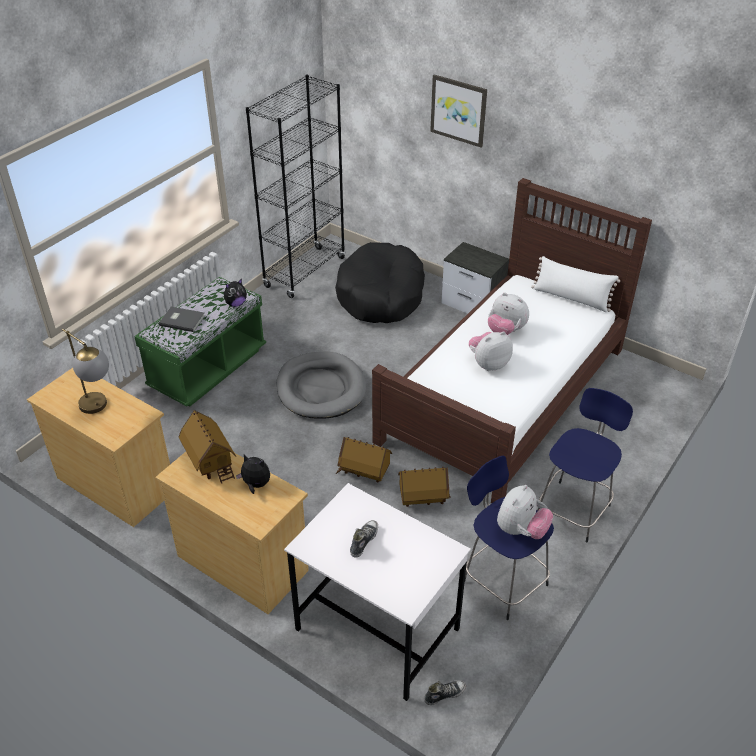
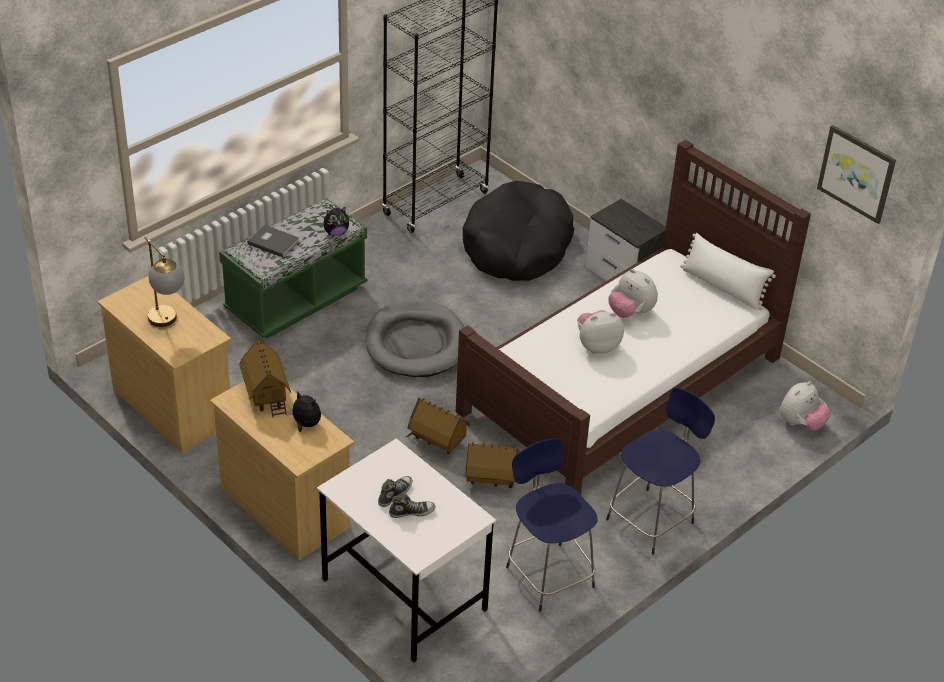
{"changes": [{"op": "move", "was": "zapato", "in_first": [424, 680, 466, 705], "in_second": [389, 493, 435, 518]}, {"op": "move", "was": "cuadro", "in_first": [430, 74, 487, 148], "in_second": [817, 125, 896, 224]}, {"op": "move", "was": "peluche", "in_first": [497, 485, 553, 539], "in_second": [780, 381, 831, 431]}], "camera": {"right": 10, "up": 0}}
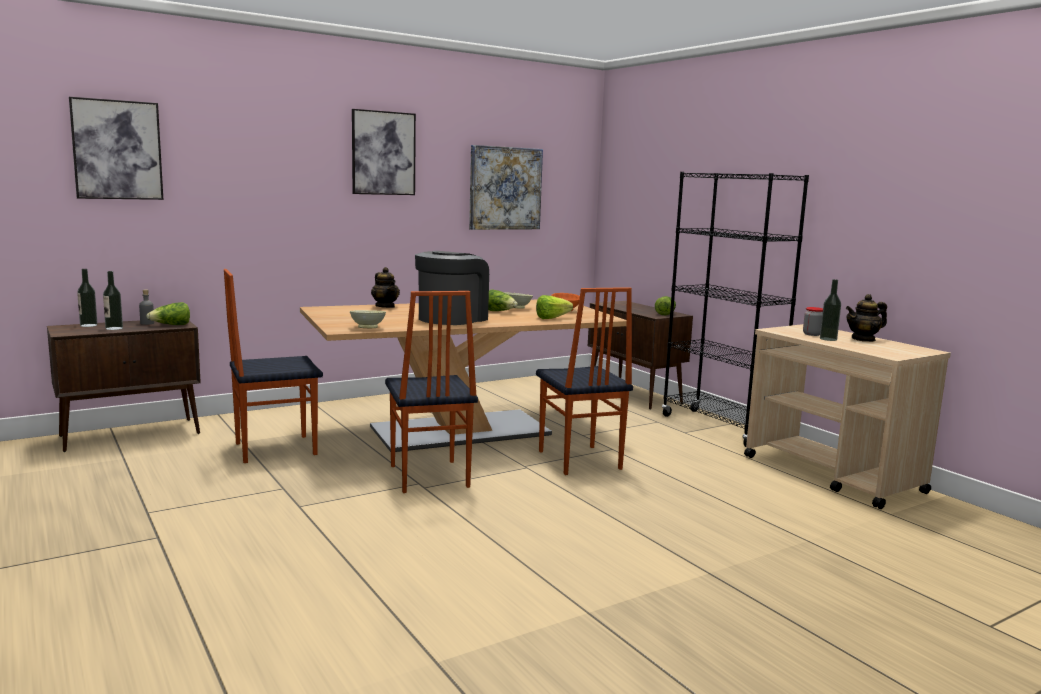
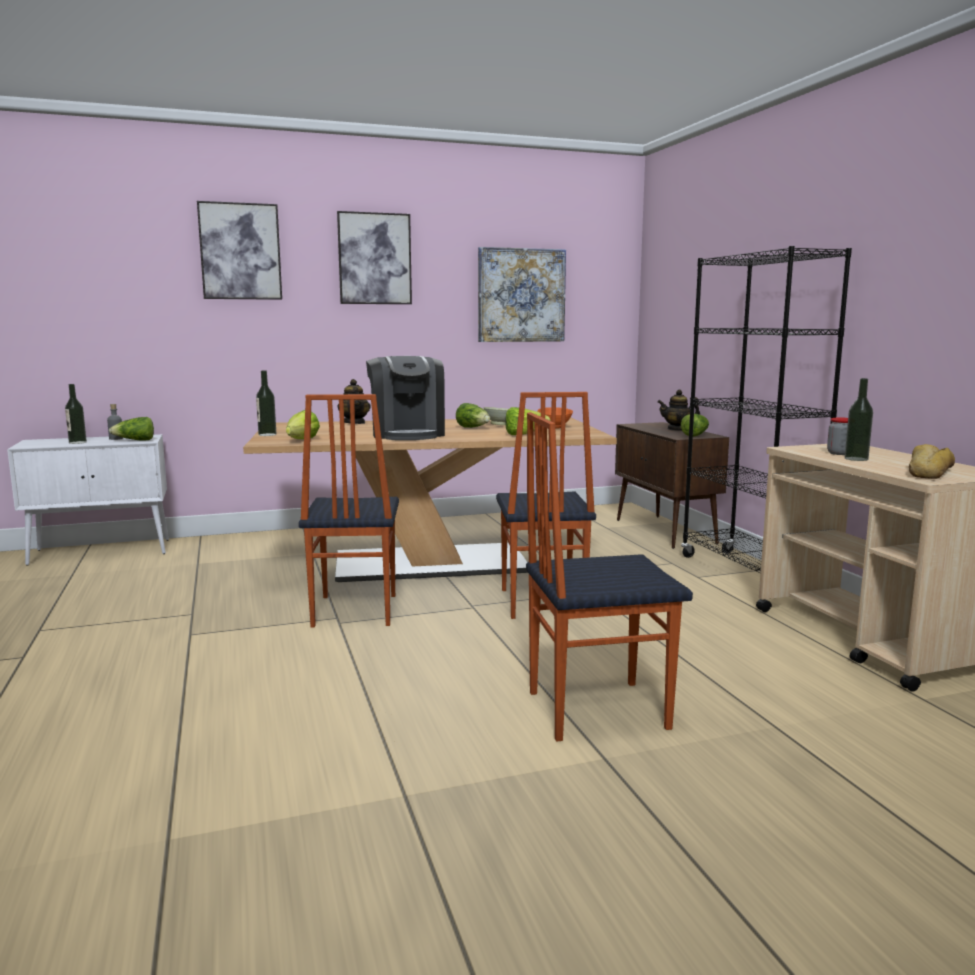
{"changes": [{"op": "recolor", "was": "armario (marrón)", "now": "armario (blanco)", "in_first": [47, 320, 201, 452], "in_second": [7, 434, 169, 566]}, {"op": "move", "was": "cuadro", "in_first": [69, 97, 163, 200], "in_second": [197, 201, 282, 300]}, {"op": "move", "was": "botella", "in_first": [77, 269, 98, 327], "in_second": [256, 370, 277, 436]}, {"op": "move", "was": "silla", "in_first": [224, 269, 323, 463], "in_second": [526, 412, 693, 741]}, {"op": "replace", "was": "cuenco (beis)", "now": "lechuga", "in_first": [350, 310, 386, 328], "in_second": [286, 410, 320, 439]}, {"op": "rotate", "was": "cafetera", "in_first": [415, 251, 489, 325], "in_second": [366, 356, 445, 440], "clockwise": 120}, {"op": "move", "was": "tetera", "in_first": [846, 294, 887, 342], "in_second": [657, 390, 700, 431]}, {"op": "insert", "now": "pan", "in_second": [909, 444, 955, 479]}], "camera": {"right": 15, "up": 0}}
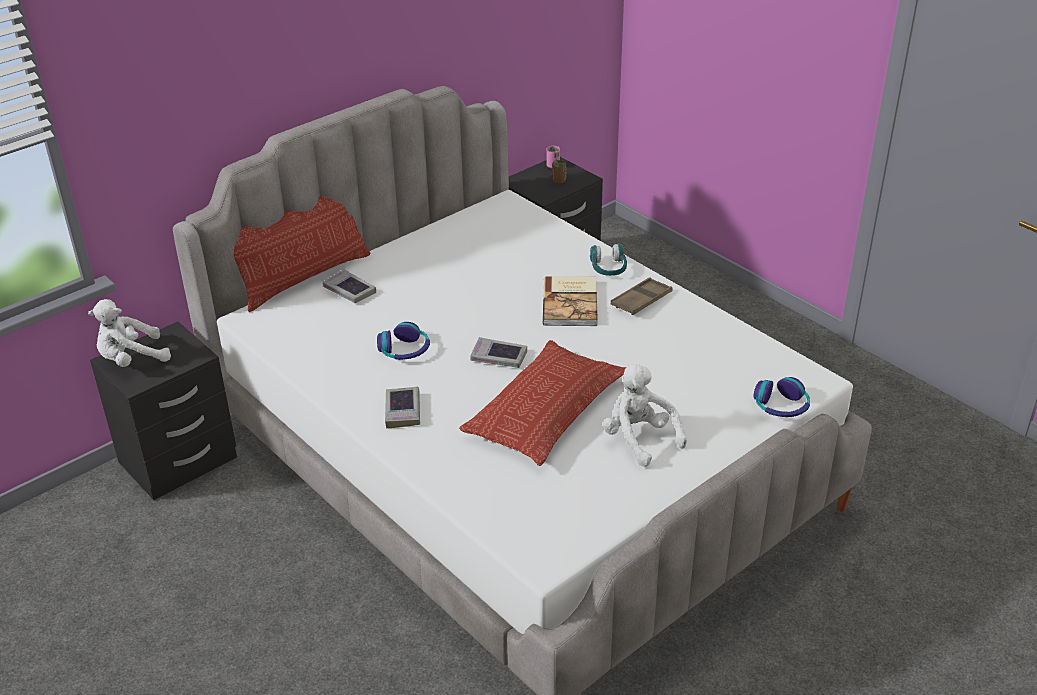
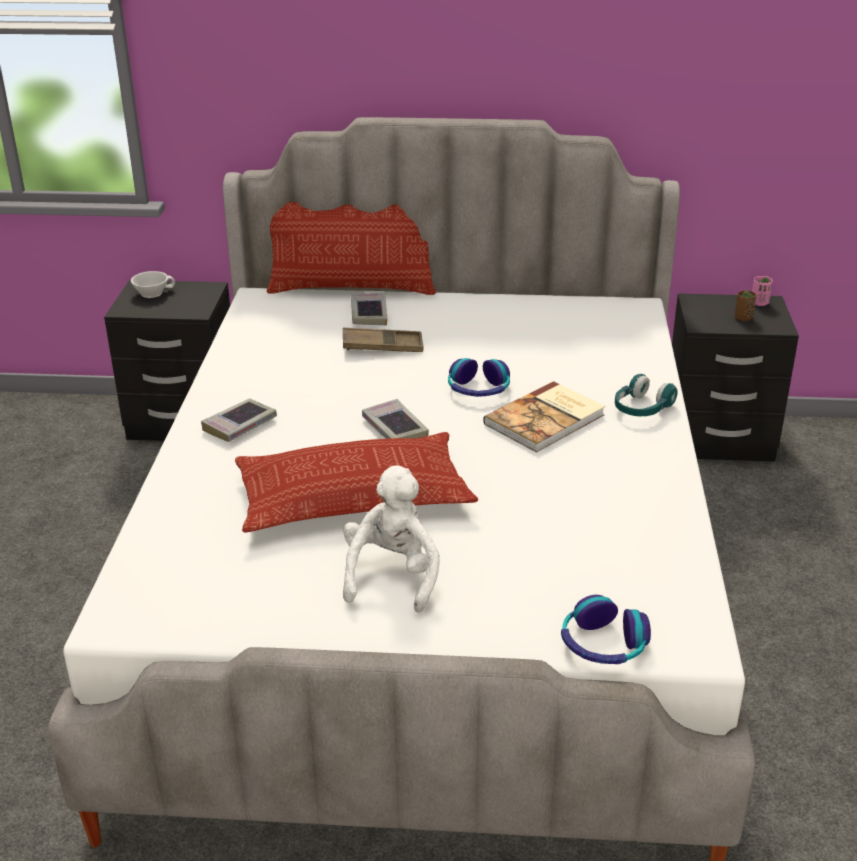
{"changes": [{"op": "replace", "was": "peluche (blanco)", "now": "taza (blanco)", "in_first": [88, 299, 171, 367], "in_second": [131, 271, 175, 298]}, {"op": "move", "was": "auriculares", "in_first": [377, 322, 430, 360], "in_second": [448, 358, 510, 397]}, {"op": "move", "was": "bandeja (marrón)", "in_first": [611, 278, 672, 315], "in_second": [343, 328, 424, 352]}], "camera": {"right": 45, "up": -5}}
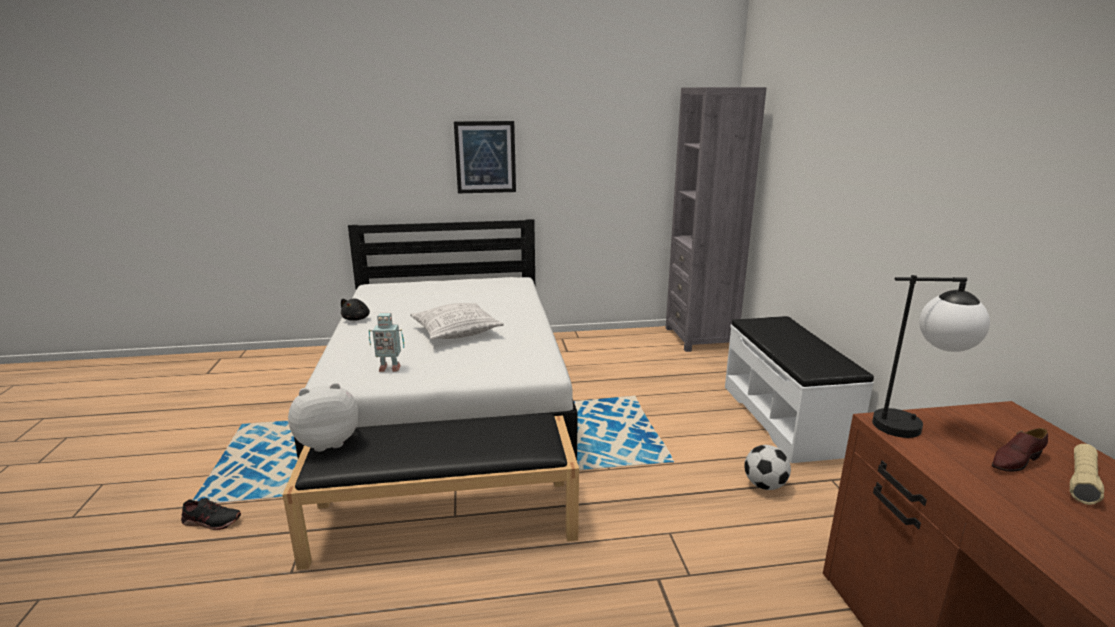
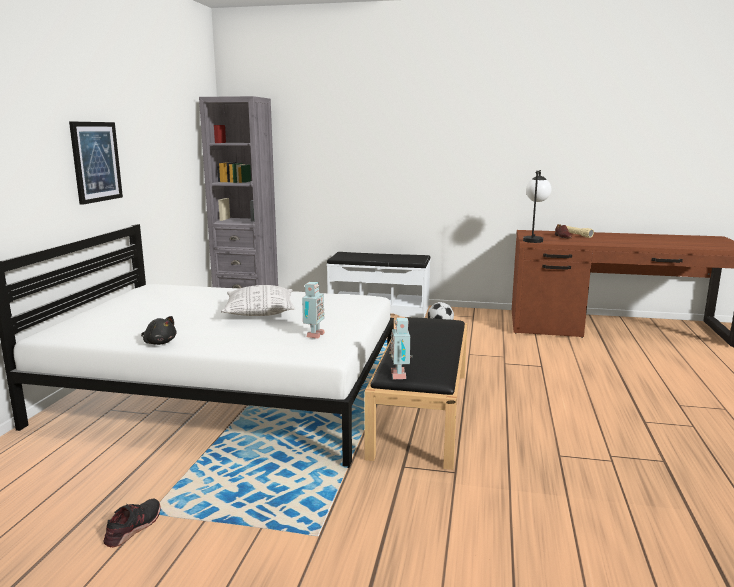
{"changes": [{"op": "move", "was": "zapato (negro)", "in_first": [181, 498, 241, 530], "in_second": [104, 499, 161, 547]}, {"op": "replace", "was": "peluche", "now": "robot de juguete", "in_first": [288, 383, 359, 452], "in_second": [389, 317, 412, 380]}], "camera": {"right": -70, "up": -5}}
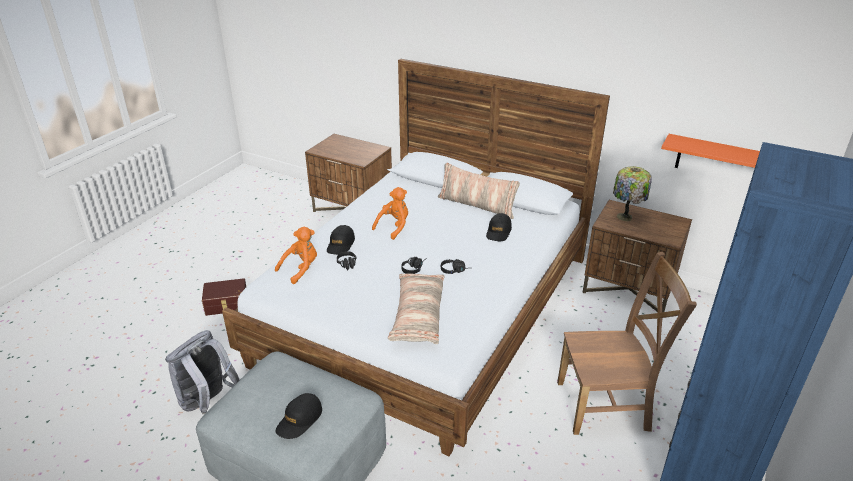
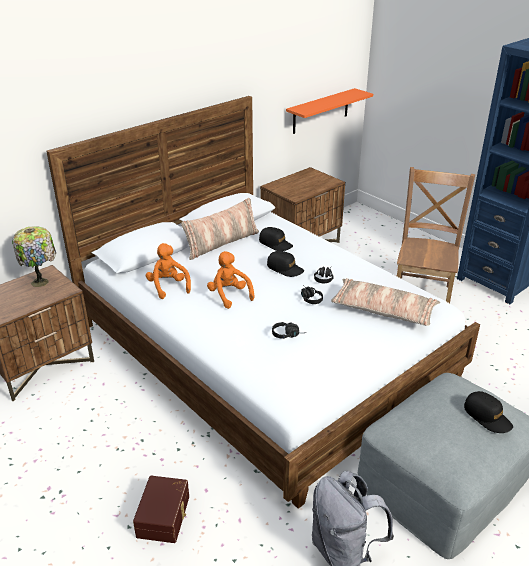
{"changes": [{"op": "move", "was": "peluche (naranja)", "in_first": [275, 227, 317, 284], "in_second": [146, 243, 191, 299]}, {"op": "move", "was": "gorra (negro)", "in_first": [327, 225, 355, 255], "in_second": [267, 251, 304, 277]}, {"op": "move", "was": "lámpara de mesa", "in_first": [613, 166, 652, 221], "in_second": [12, 226, 56, 287]}], "camera": {"right": -70, "up": 0}}
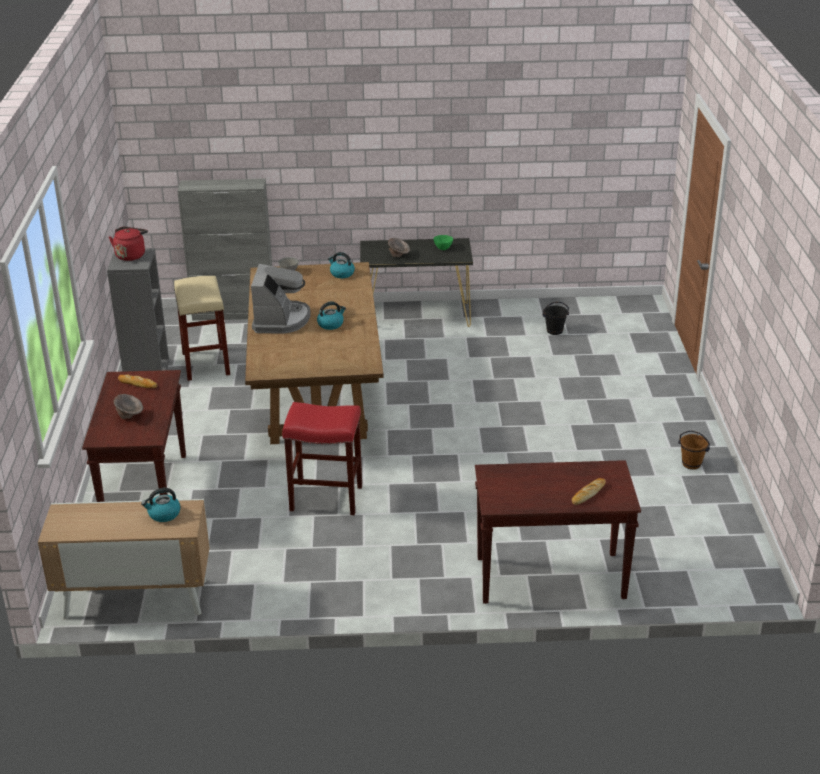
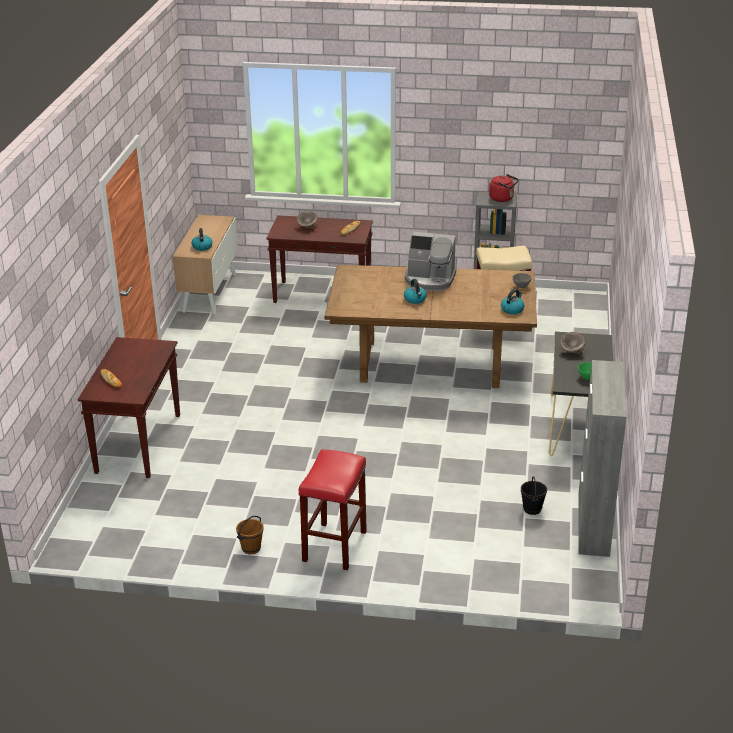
{"changes": [{"op": "move", "was": "armario (gris)", "in_first": [177, 179, 272, 321], "in_second": [578, 360, 627, 557]}, {"op": "move", "was": "taburete (rojo)", "in_first": [282, 402, 362, 515], "in_second": [298, 449, 367, 570]}], "camera": {"right": 100, "up": 0}}
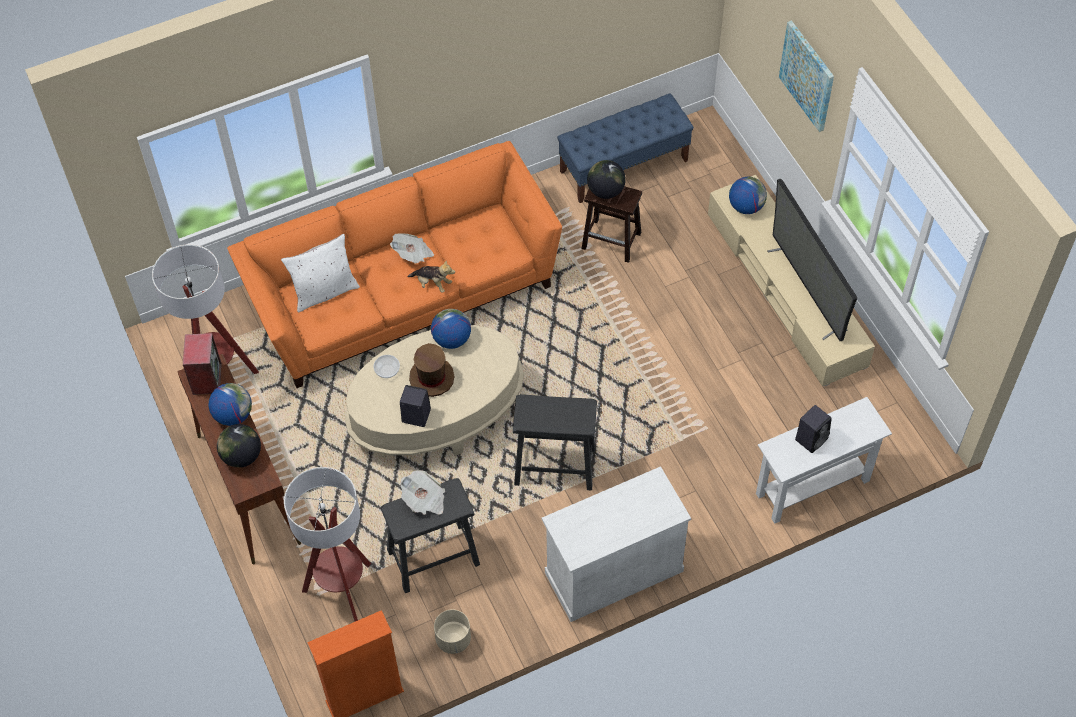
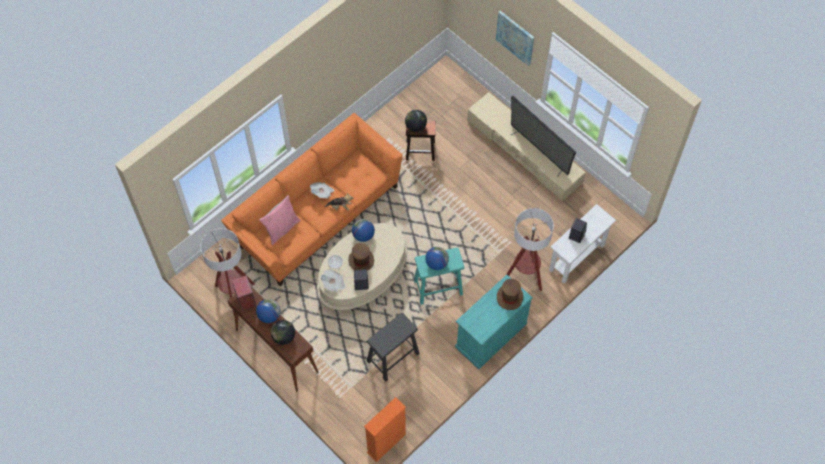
{"changes": [{"op": "recolor", "was": "cojín (blanco)", "now": "cojín (rosa)", "in_first": [281, 234, 360, 312], "in_second": [259, 195, 301, 245]}, {"op": "move", "was": "lámpara de pie", "in_first": [284, 467, 371, 621], "in_second": [506, 208, 554, 291]}, {"op": "move", "was": "periódico", "in_first": [400, 470, 445, 515], "in_second": [320, 269, 346, 292]}, {"op": "delete", "was": "maceta (beis)", "in_first": [434, 609, 471, 654]}, {"op": "recolor", "was": "taburete (negro)", "now": "taburete (turquesa)", "in_first": [513, 394, 597, 490], "in_second": [414, 248, 465, 305]}, {"op": "recolor", "was": "armario (blanco)", "now": "armario (turquesa)", "in_first": [542, 466, 691, 622], "in_second": [455, 275, 533, 369]}, {"op": "delete", "was": "banco (azul)", "in_first": [557, 93, 694, 203]}, {"op": "move", "was": "globo terráqueo", "in_first": [729, 177, 767, 214], "in_second": [425, 247, 449, 270]}, {"op": "insert", "now": "sombrero (marrón)", "in_second": [497, 279, 523, 310]}], "camera": {"right": -20, "up": 5}}
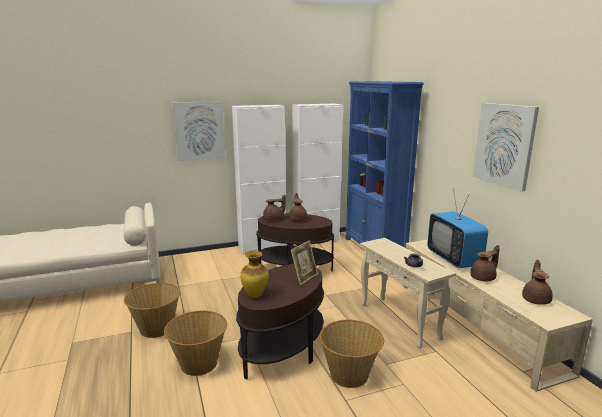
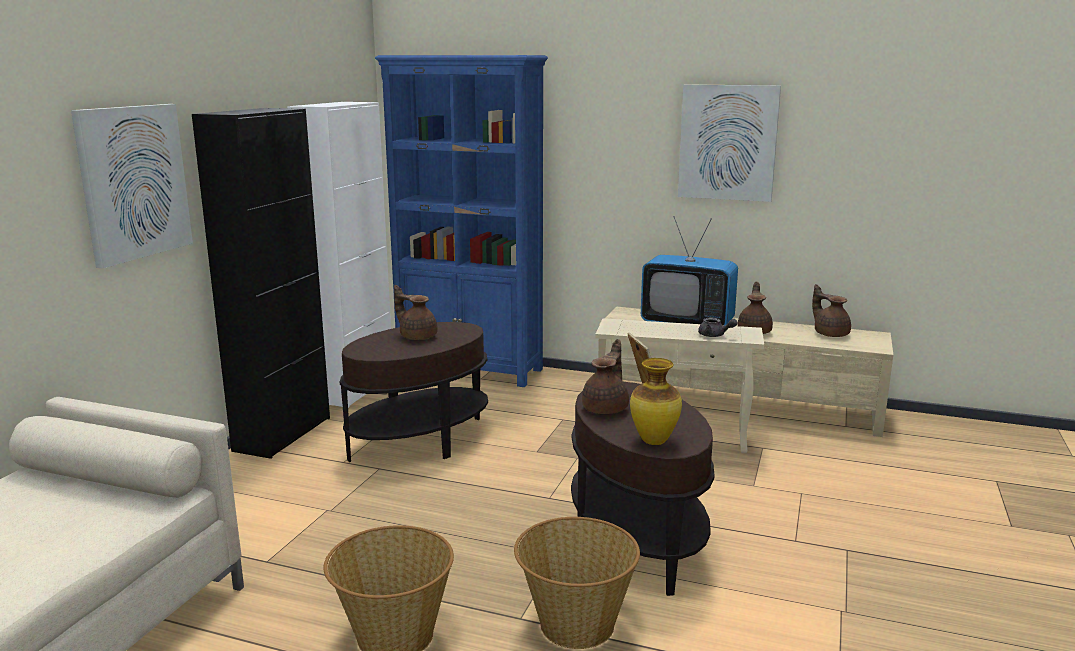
{"changes": [{"op": "recolor", "was": "armario (blanco)", "now": "armario (negro)", "in_first": [232, 105, 286, 254], "in_second": [192, 108, 330, 459]}, {"op": "move", "was": "tetera (marrón)", "in_first": [263, 195, 286, 221], "in_second": [582, 339, 629, 414]}, {"op": "delete", "was": "cesta", "in_first": [320, 320, 384, 388]}], "camera": {"right": -50, "up": 0}}
